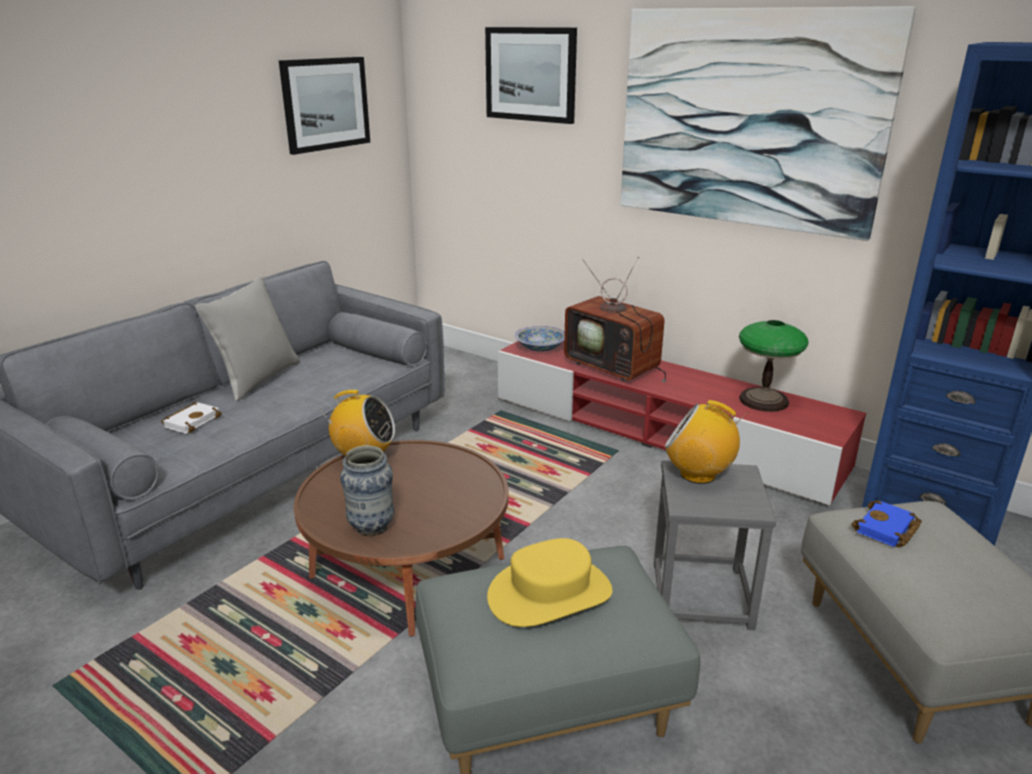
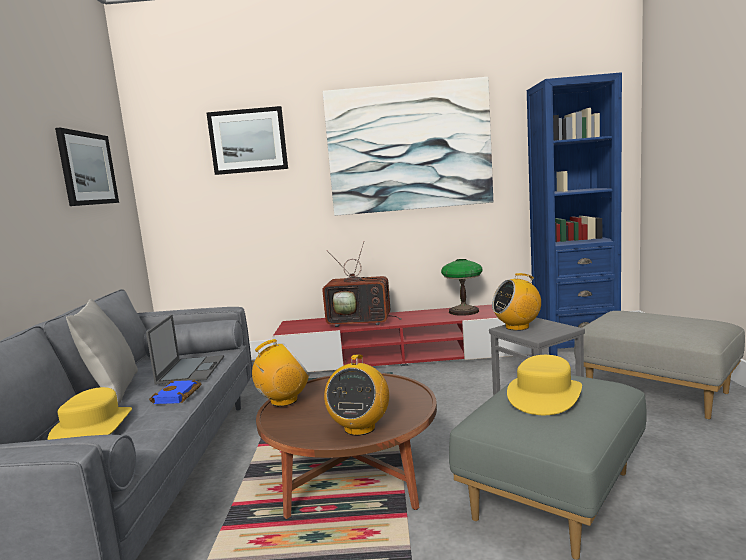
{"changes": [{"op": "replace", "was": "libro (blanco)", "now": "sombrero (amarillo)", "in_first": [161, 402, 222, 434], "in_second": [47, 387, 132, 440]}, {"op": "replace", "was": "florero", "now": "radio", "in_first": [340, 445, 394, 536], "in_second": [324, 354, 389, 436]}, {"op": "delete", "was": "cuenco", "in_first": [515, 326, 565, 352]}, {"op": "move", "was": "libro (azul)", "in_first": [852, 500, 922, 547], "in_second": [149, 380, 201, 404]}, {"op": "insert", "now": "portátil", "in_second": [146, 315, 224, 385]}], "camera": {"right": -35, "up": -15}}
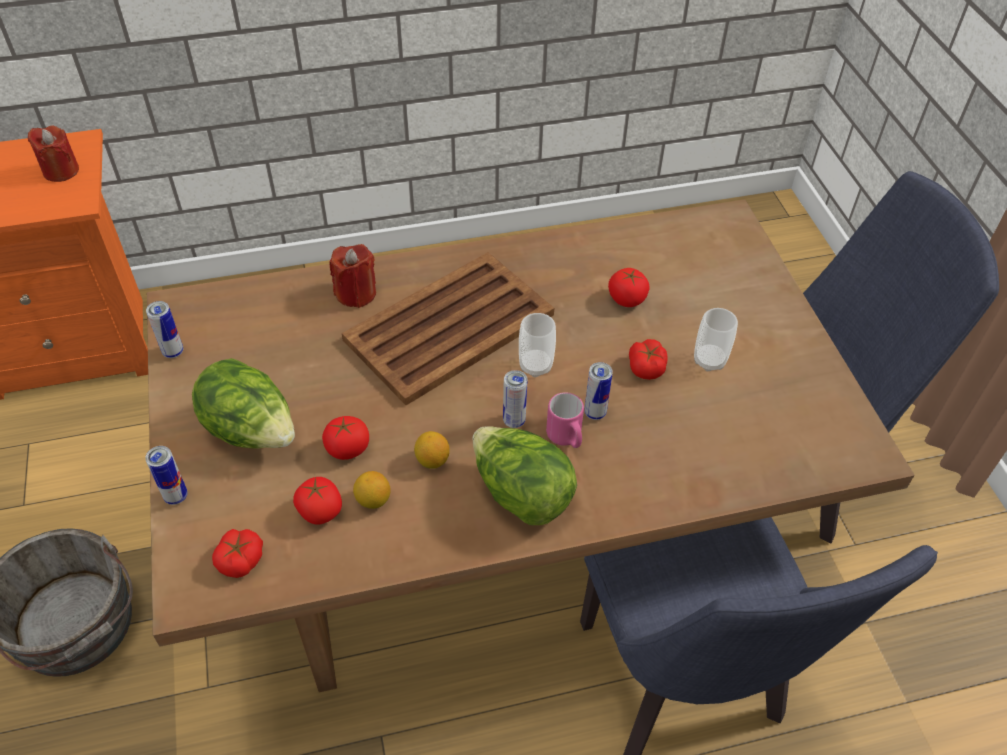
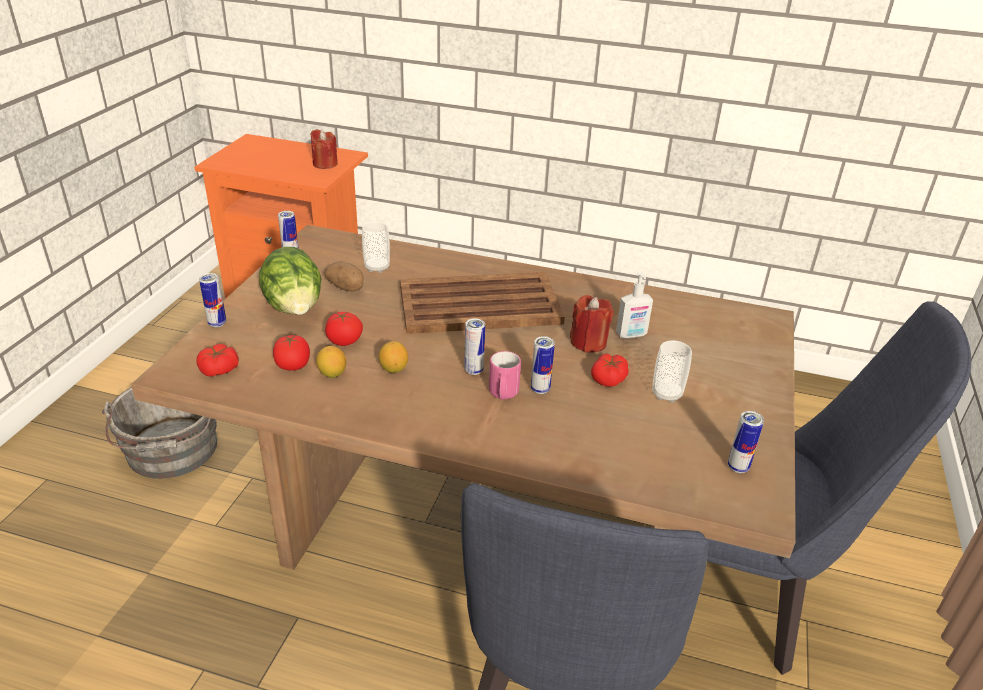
{"changes": [{"op": "move", "was": "vela (rojo)", "in_first": [329, 244, 376, 308], "in_second": [570, 295, 614, 353]}, {"op": "delete", "was": "lechuga", "in_first": [473, 426, 577, 525]}, {"op": "move", "was": "taza", "in_first": [519, 313, 556, 377], "in_second": [362, 222, 390, 273]}, {"op": "replace", "was": "tomate", "now": "dispensador de jabón", "in_first": [608, 268, 650, 307], "in_second": [616, 271, 653, 339]}, {"op": "insert", "now": "patata", "in_second": [324, 261, 363, 292]}, {"op": "insert", "now": "lata", "in_second": [728, 411, 764, 473]}], "camera": {"right": 30, "up": -15}}
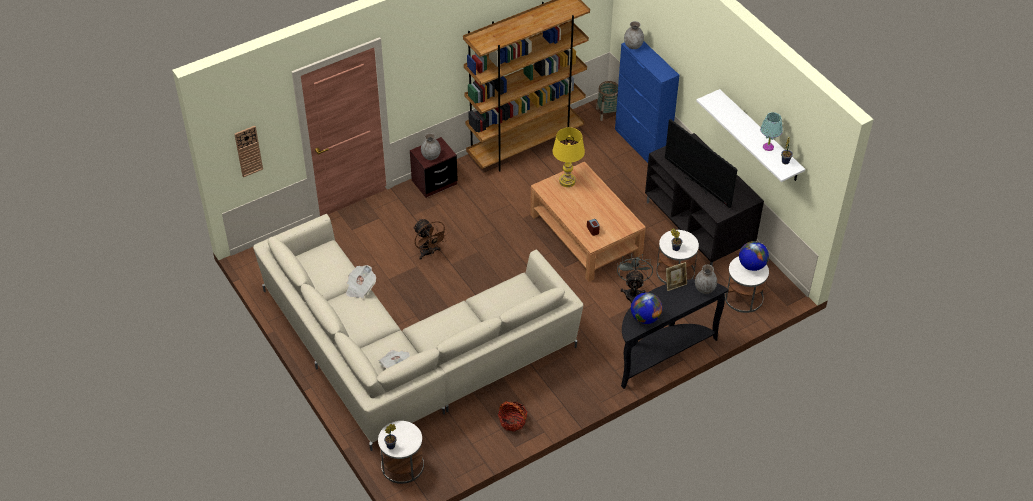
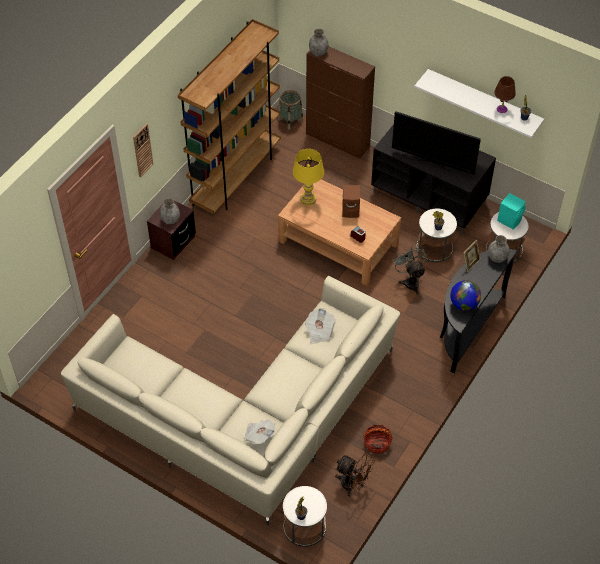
{"changes": [{"op": "move", "was": "reloj de pared", "in_first": [234, 126, 263, 177], "in_second": [133, 123, 153, 178]}, {"op": "move", "was": "periódico", "in_first": [346, 265, 376, 298], "in_second": [305, 308, 336, 344]}, {"op": "move", "was": "ventilador (marrón)", "in_first": [413, 219, 448, 260], "in_second": [335, 454, 375, 497]}, {"op": "recolor", "was": "armario (azul)", "now": "armario (marrón)", "in_first": [615, 42, 680, 163], "in_second": [306, 46, 375, 159]}, {"op": "replace", "was": "globo terráqueo", "now": "altavoz (turquesa)", "in_first": [739, 241, 769, 271], "in_second": [497, 193, 526, 229]}, {"op": "recolor", "was": "lámpara de mesa (turquesa)", "now": "lámpara de mesa (marrón)", "in_first": [760, 112, 783, 151], "in_second": [494, 76, 516, 113]}, {"op": "insert", "now": "altavoz (marrón)", "in_second": [342, 185, 360, 218]}], "camera": {"right": -25, "up": 5}}
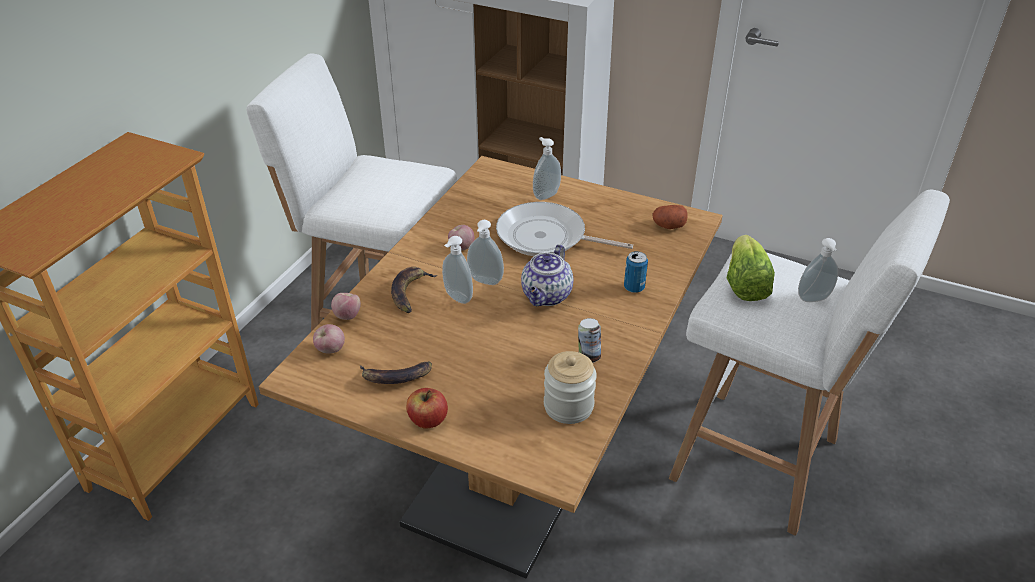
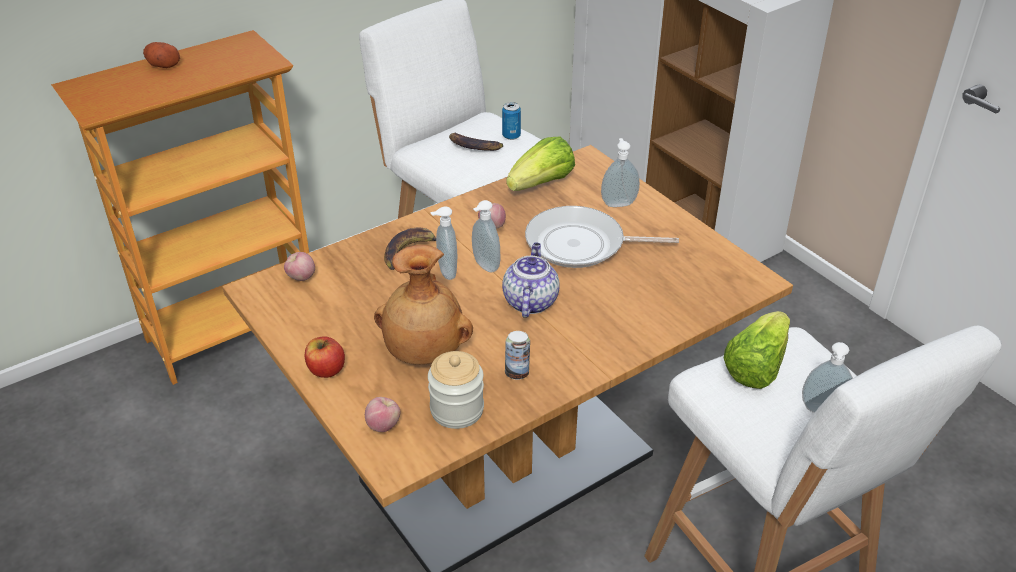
{"changes": [{"op": "move", "was": "manzana", "in_first": [331, 293, 361, 320], "in_second": [365, 397, 400, 432]}, {"op": "move", "was": "plátano", "in_first": [360, 361, 432, 384], "in_second": [449, 133, 503, 151]}, {"op": "rotate", "was": "sartén", "in_first": [496, 202, 633, 256], "in_second": [525, 206, 679, 268], "clockwise": -45}, {"op": "rotate", "was": "tetera", "in_first": [521, 244, 573, 306], "in_second": [502, 242, 560, 318], "clockwise": 135}, {"op": "move", "was": "lata", "in_first": [624, 251, 648, 293], "in_second": [502, 102, 521, 140]}, {"op": "move", "was": "patata", "in_first": [653, 205, 687, 229], "in_second": [143, 42, 180, 68]}, {"op": "insert", "now": "florero (marrón)", "in_second": [374, 245, 473, 365]}, {"op": "insert", "now": "lechuga", "in_second": [506, 137, 575, 191]}], "camera": {"right": 30, "up": 0}}
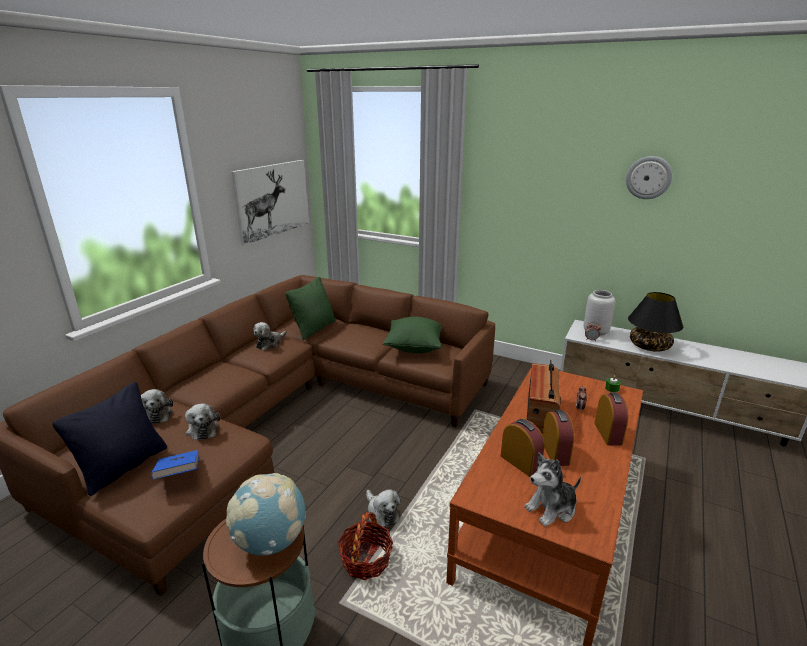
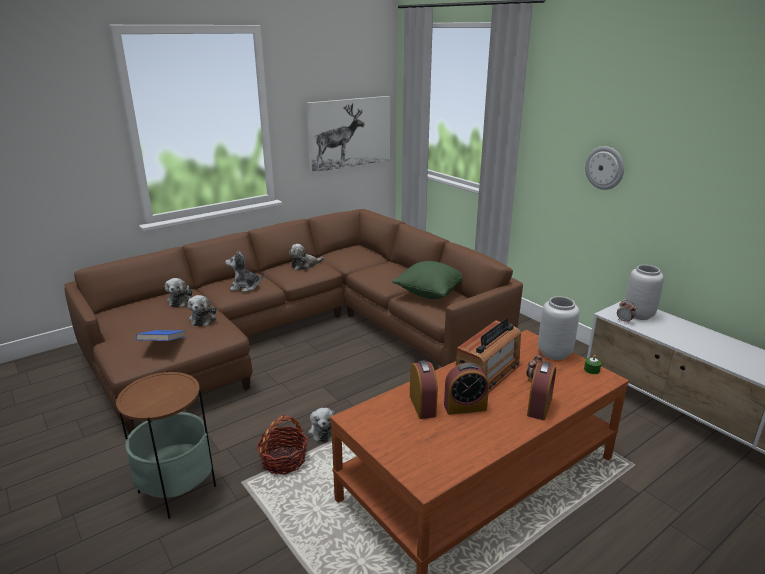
{"changes": [{"op": "delete", "was": "cojín (negro)", "in_first": [52, 382, 167, 496]}, {"op": "delete", "was": "globo terráqueo", "in_first": [226, 473, 305, 556]}, {"op": "delete", "was": "cojín (verde)", "in_first": [285, 277, 336, 340]}, {"op": "move", "was": "peluche", "in_first": [524, 452, 581, 527], "in_second": [225, 252, 265, 292]}, {"op": "rotate", "was": "despertador", "in_first": [542, 410, 574, 466], "in_second": [444, 363, 489, 415], "clockwise": 60}, {"op": "move", "was": "reloj de pared", "in_first": [626, 156, 673, 199], "in_second": [585, 146, 624, 190]}, {"op": "delete", "was": "lámpara de mesa (negro)", "in_first": [628, 292, 683, 352]}, {"op": "insert", "now": "florero (gris)", "in_second": [538, 296, 579, 360]}], "camera": {"right": 25, "up": 0}}
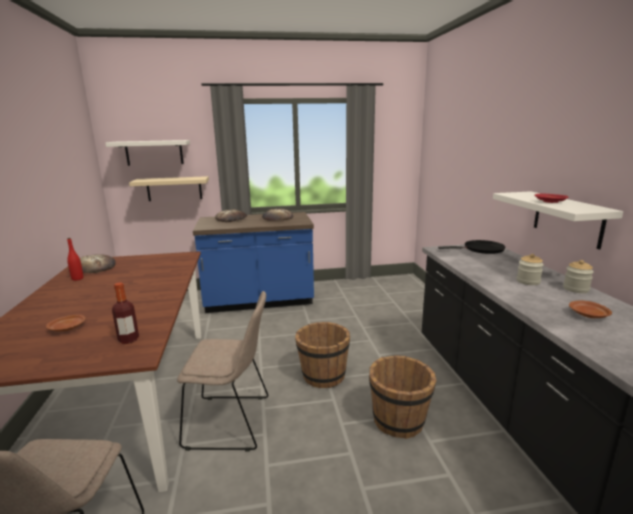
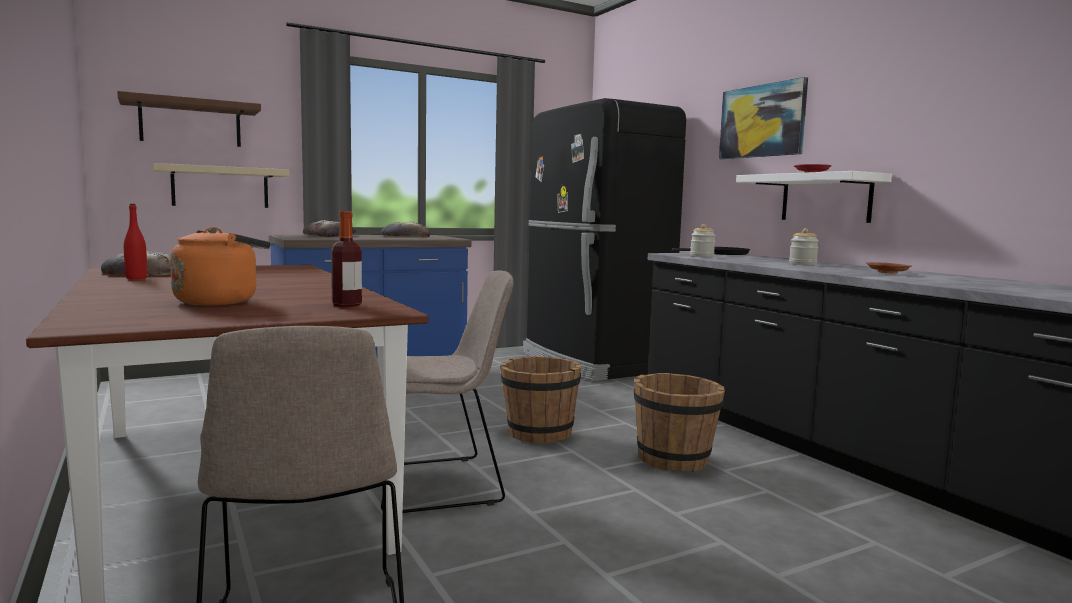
{"changes": [{"op": "replace", "was": "plato (marrón)", "now": "hervidor (naranja)", "in_first": [46, 314, 86, 332], "in_second": [170, 227, 270, 306]}, {"op": "recolor", "was": "estante (blanco)", "now": "estante (marrón)", "in_first": [105, 140, 190, 166], "in_second": [117, 91, 261, 147]}, {"op": "move", "was": "tarro", "in_first": [563, 260, 594, 293], "in_second": [690, 224, 716, 257]}, {"op": "insert", "now": "nevera (negro)", "in_second": [523, 98, 686, 381]}, {"op": "insert", "now": "cuadro", "in_second": [719, 77, 808, 159]}], "camera": {"right": -20, "up": -10}}
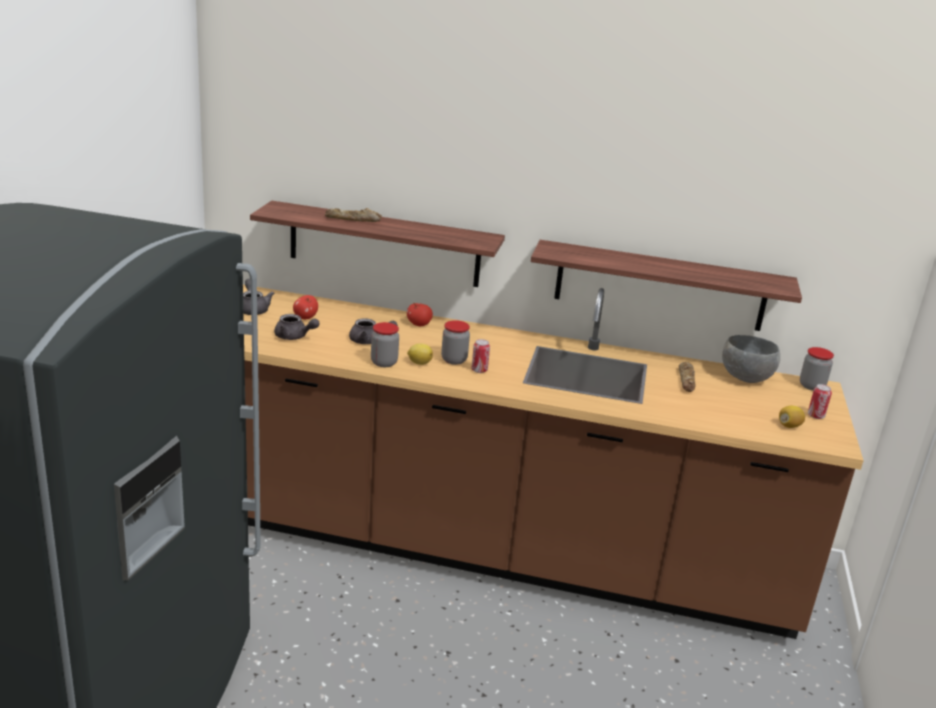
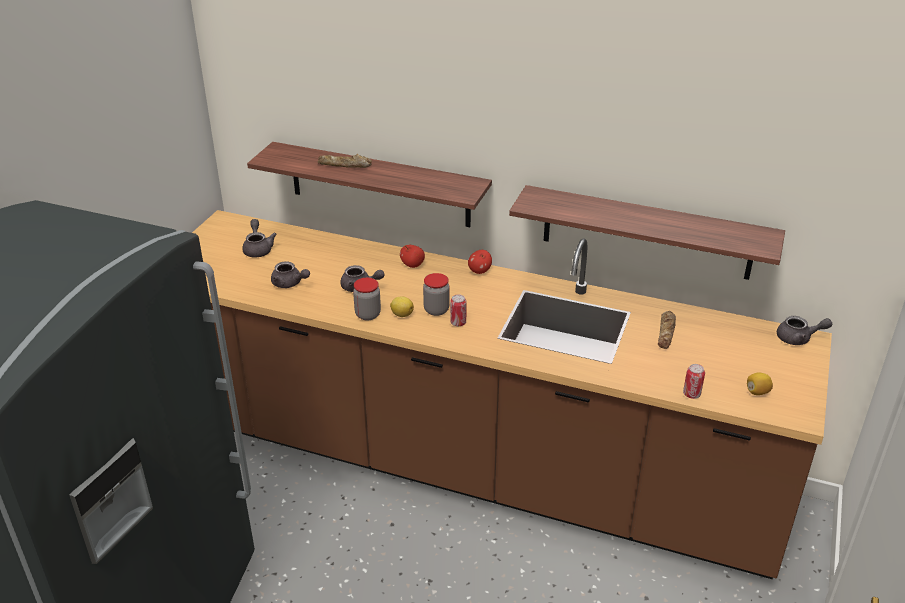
{"changes": [{"op": "move", "was": "manzana", "in_first": [293, 295, 318, 319], "in_second": [468, 250, 492, 274]}, {"op": "delete", "was": "cuenco (gris)", "in_first": [722, 335, 780, 383]}, {"op": "replace", "was": "tarro", "now": "tetera (gris)", "in_first": [800, 347, 834, 391], "in_second": [777, 316, 832, 345]}, {"op": "move", "was": "lata", "in_first": [808, 384, 832, 419], "in_second": [683, 364, 705, 399]}], "camera": {"right": 10, "up": 10}}
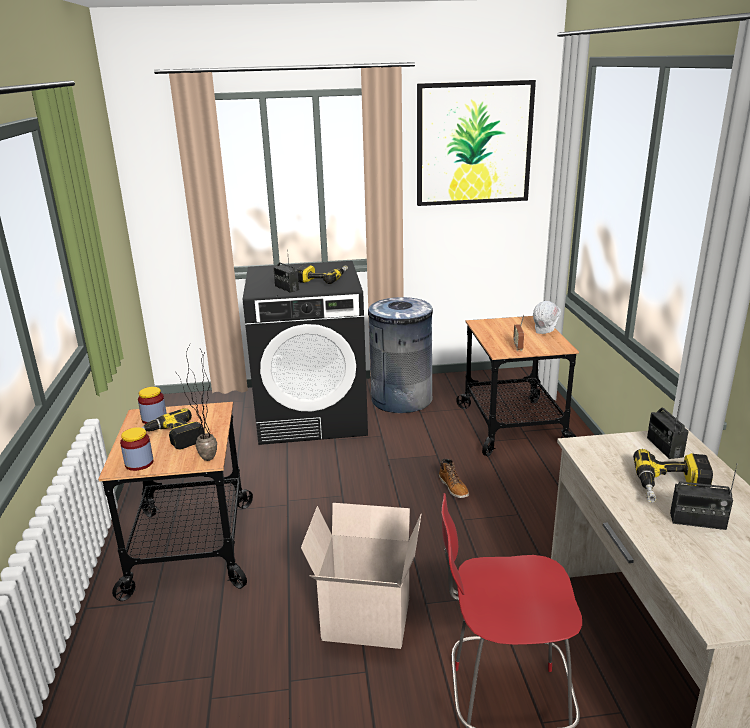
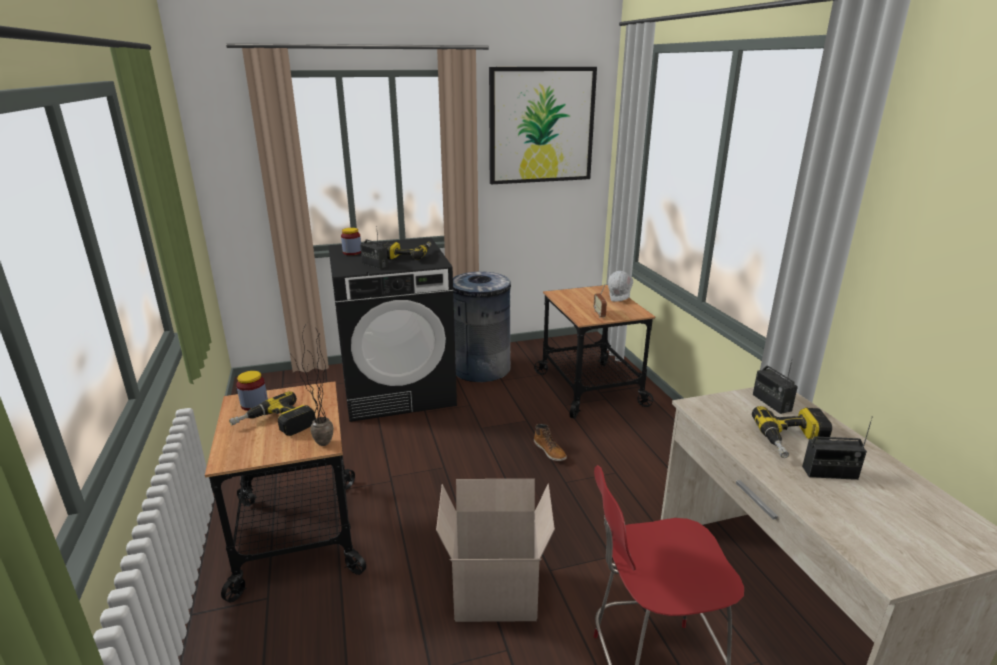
{"changes": [{"op": "move", "was": "tarro", "in_first": [120, 427, 154, 471], "in_second": [341, 228, 361, 255]}], "camera": {"right": -10, "up": 0}}
